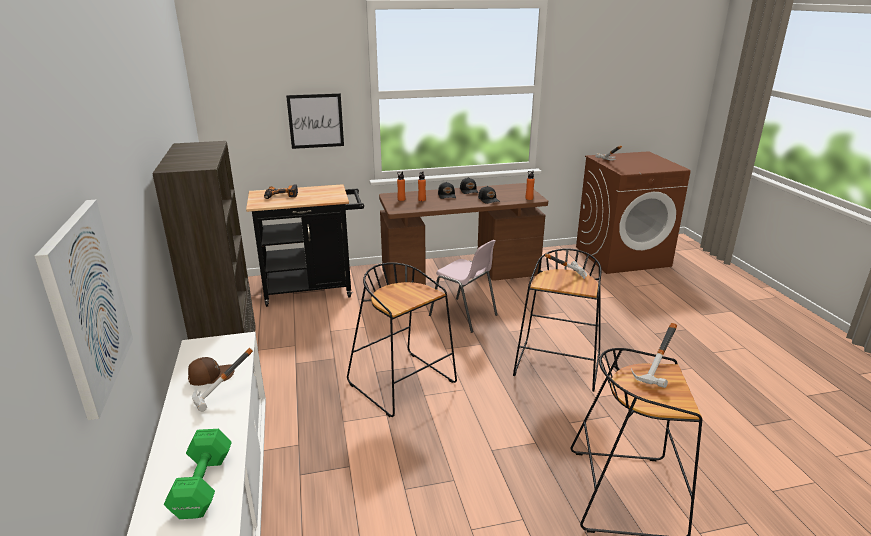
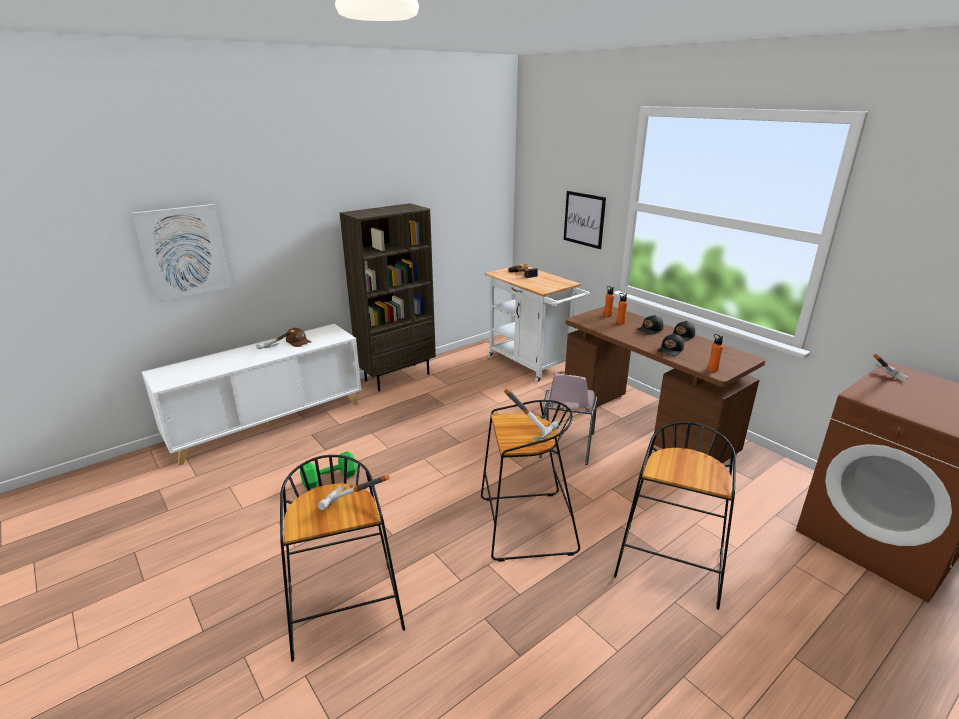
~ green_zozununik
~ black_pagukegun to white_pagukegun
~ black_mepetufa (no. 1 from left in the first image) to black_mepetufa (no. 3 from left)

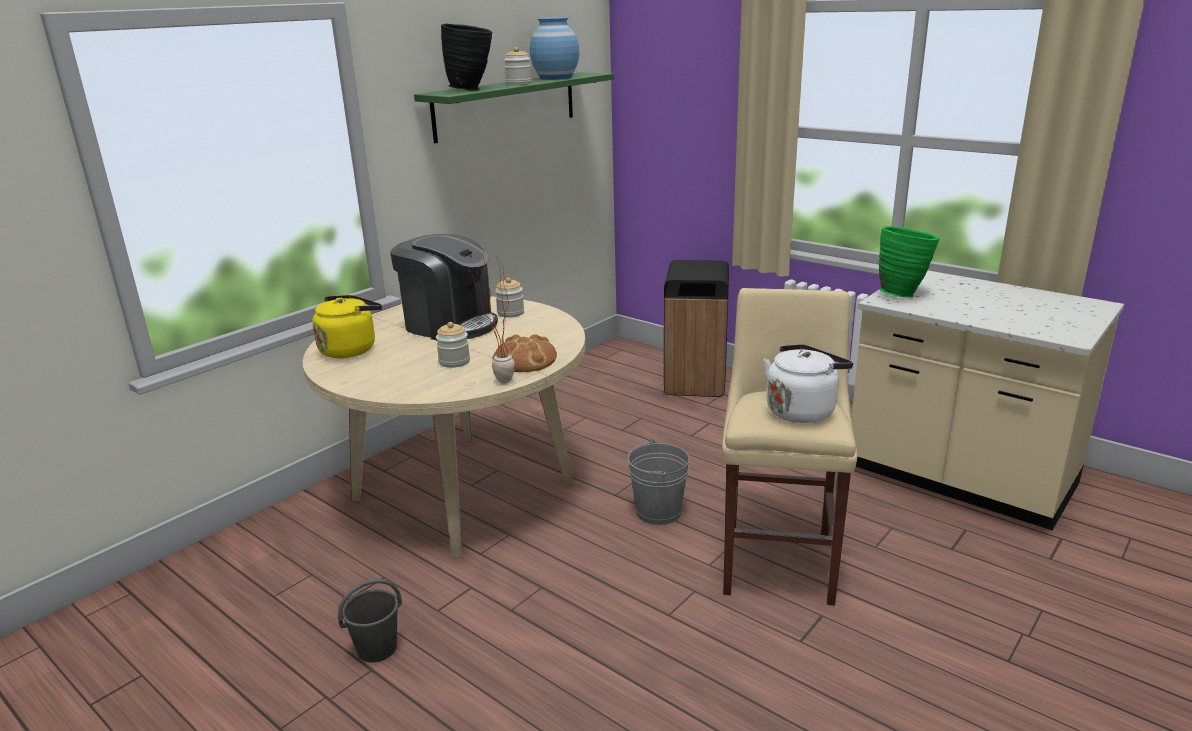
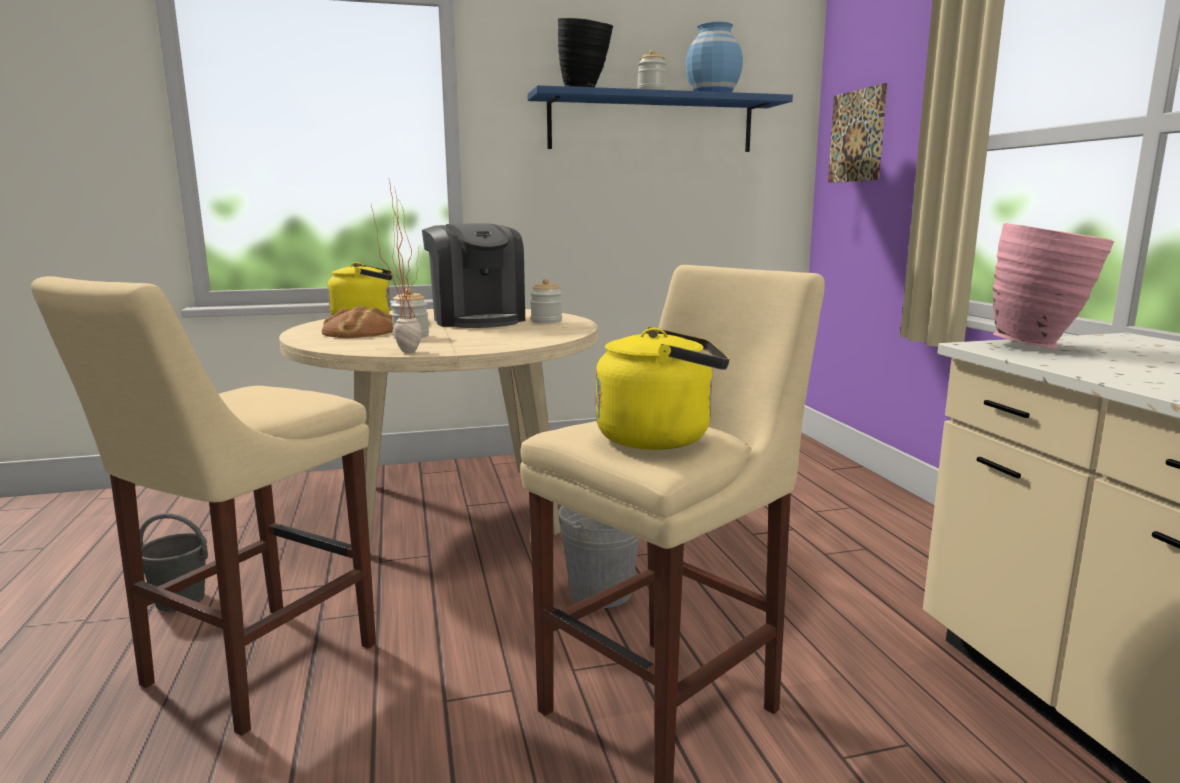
~ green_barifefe to blue_barifefe
~ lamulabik
- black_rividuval
~ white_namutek to yellow_namutek (no. 2 from left)
~ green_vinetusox to pink_vinetusox
+ beige_mepetufa (no. 1 from left)
+ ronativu

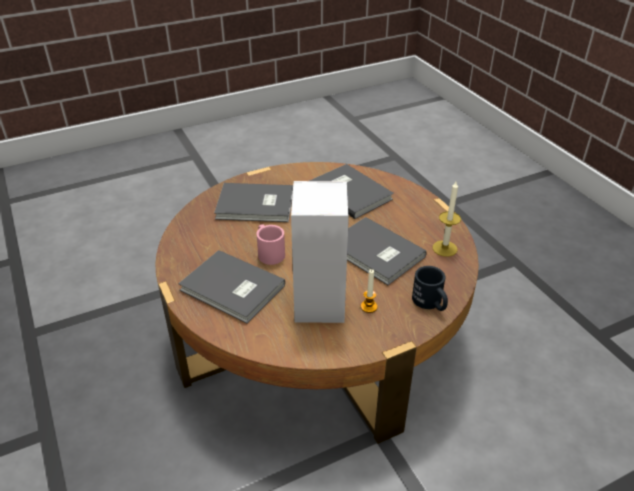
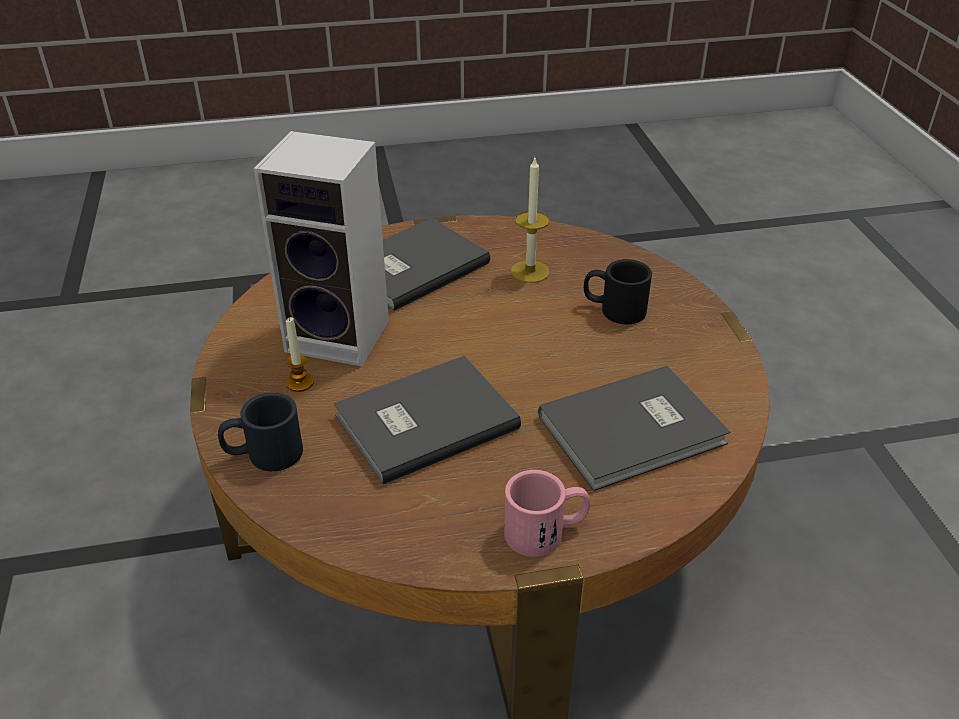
~ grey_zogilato (no. 2 from left) to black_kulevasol (no. 2 from left)
~ pink_kulevasol
~ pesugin (no. 2 from left)

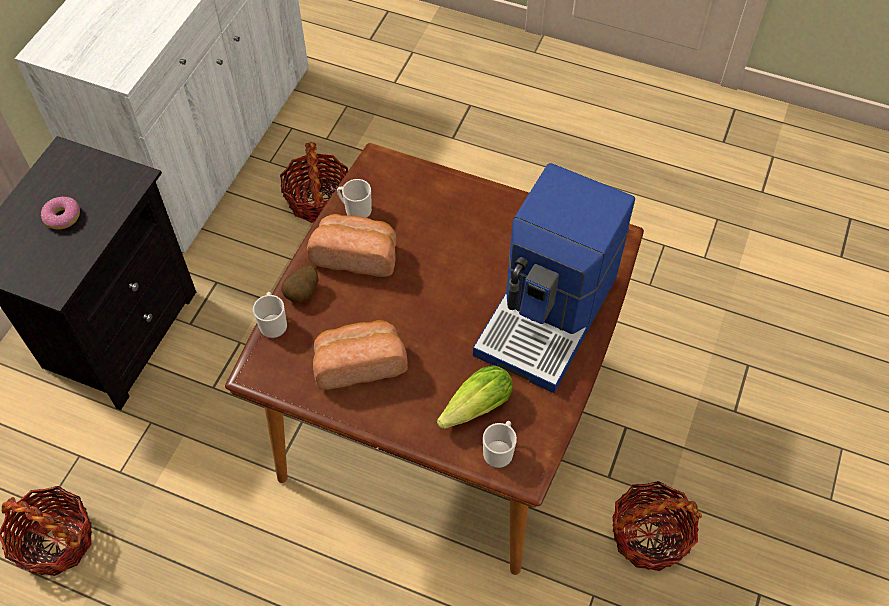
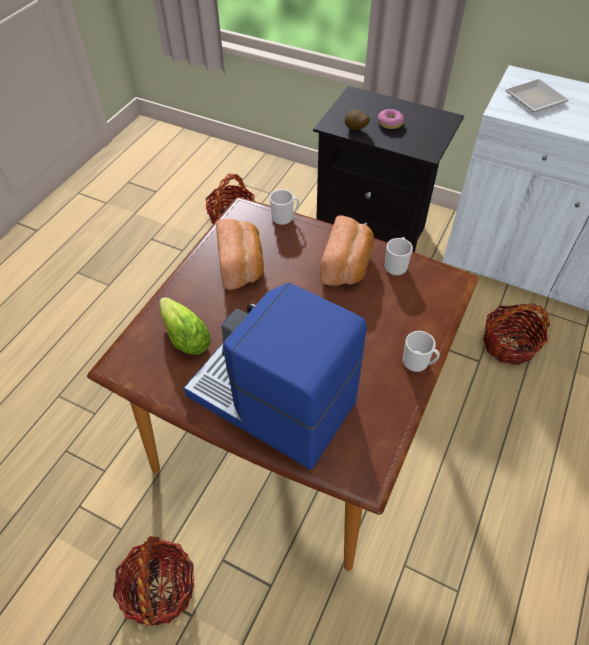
~ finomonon
~ kulevasol (no. 3 from left)
+ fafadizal

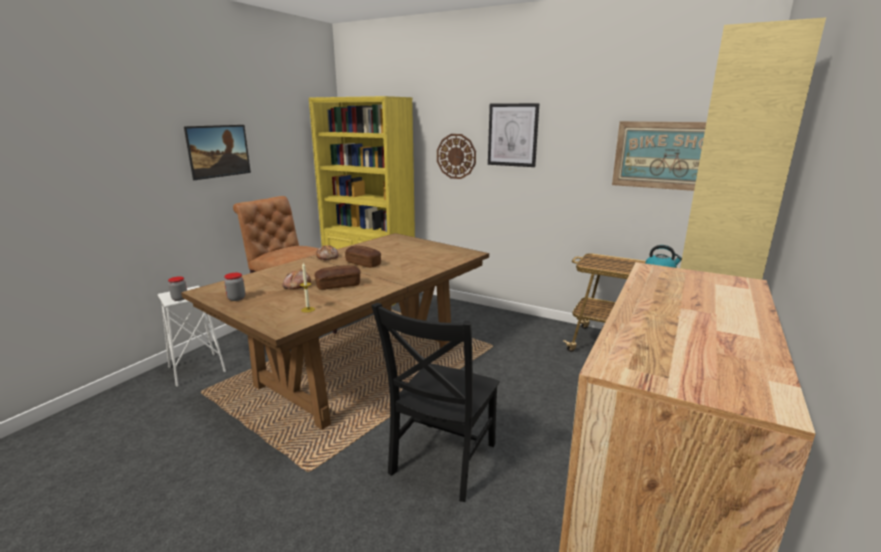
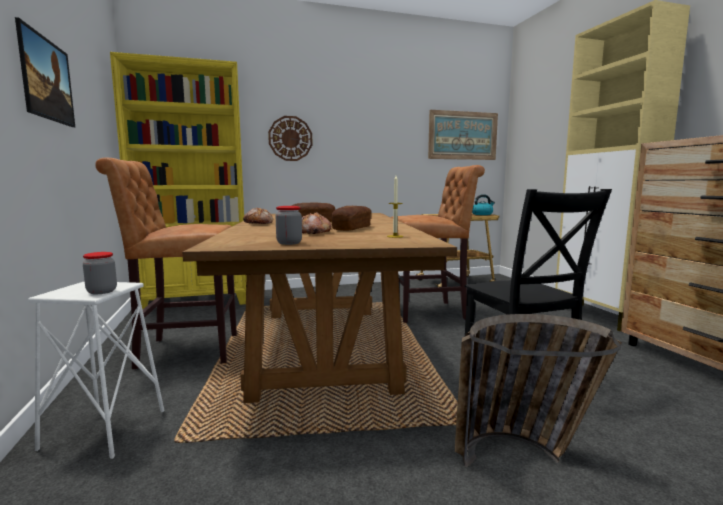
- ronativu (no. 2 from left)
+ brown_mepetufa (no. 2 from left)
+ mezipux

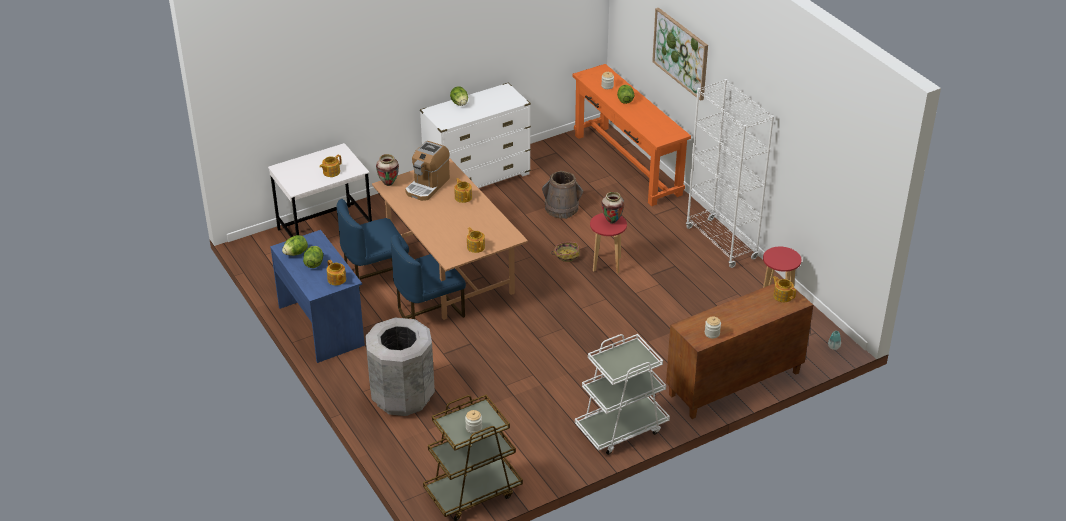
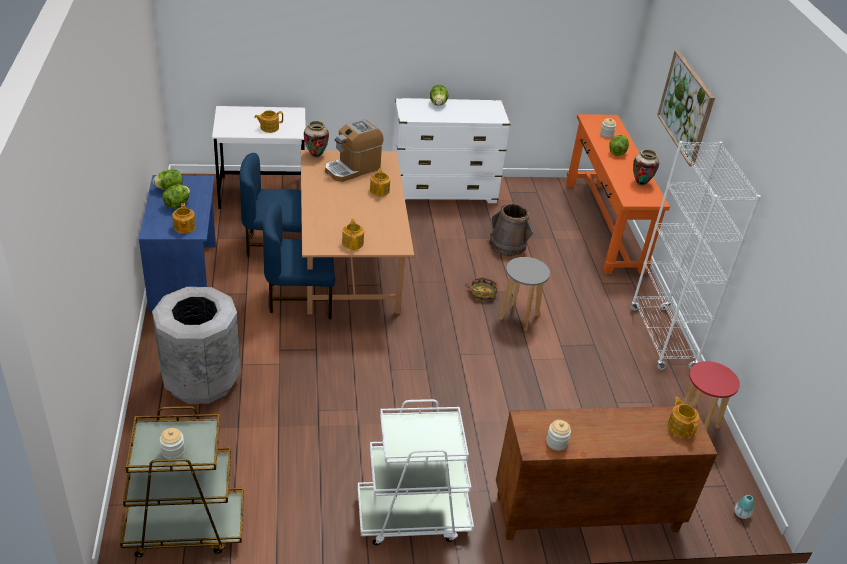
~ red_mepetufa (no. 1 from left) to grey_mepetufa
~ vinetusox (no. 2 from left)

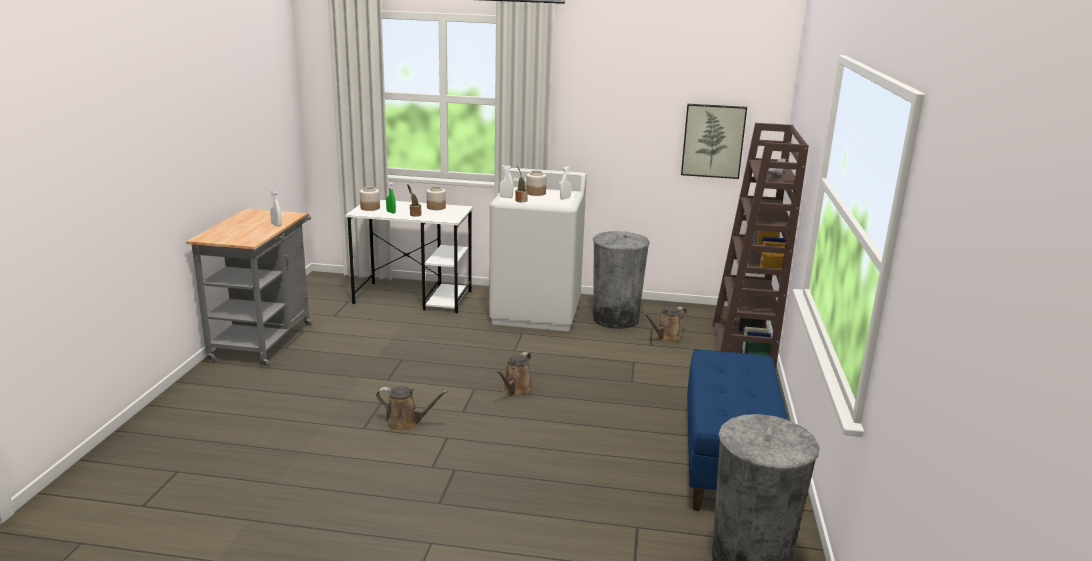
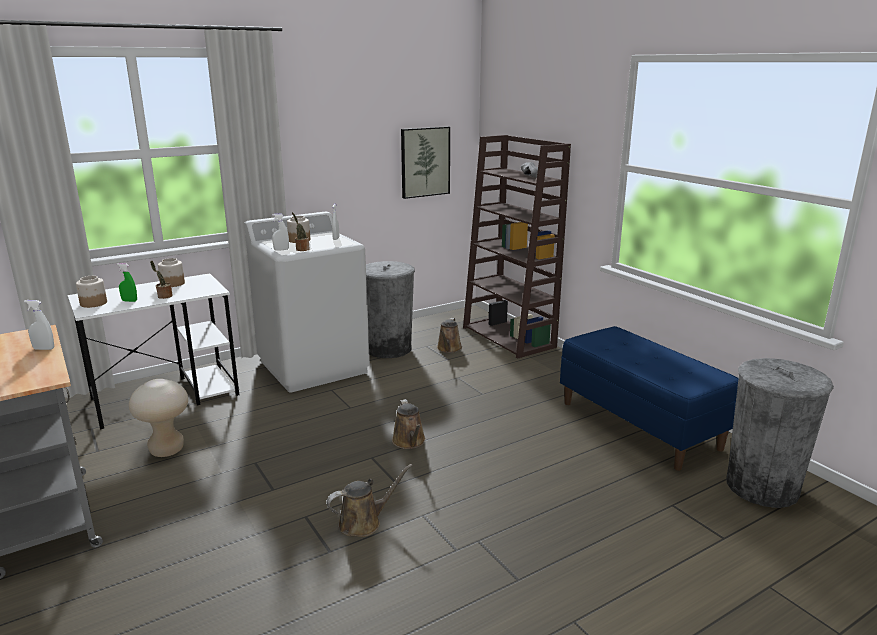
+ beige_mepetufa

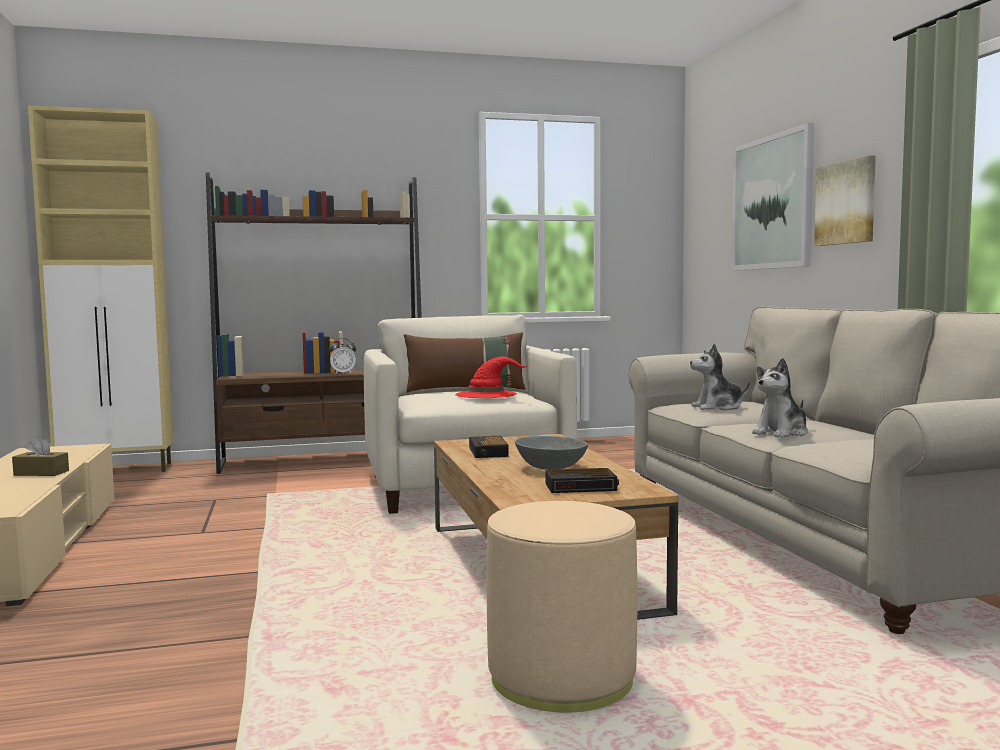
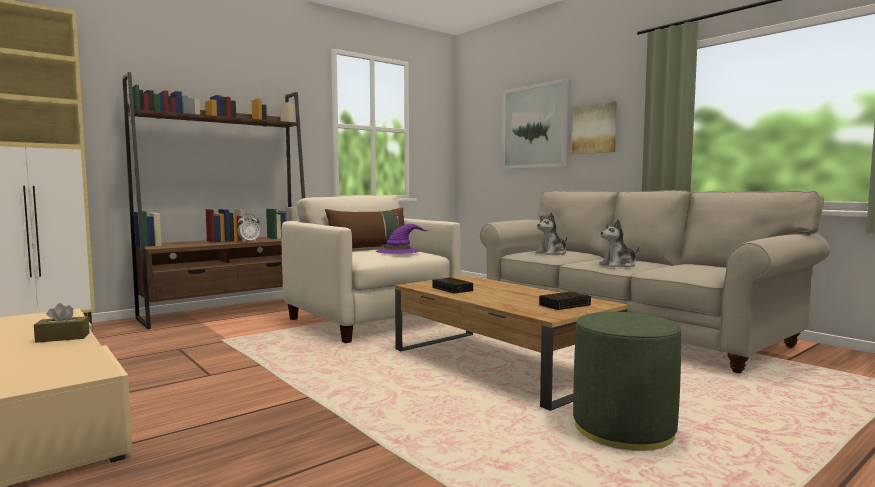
~ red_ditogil to purple_ditogil
~ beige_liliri to green_liliri
- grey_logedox
~ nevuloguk (no. 2 from left) 45 degrees clockwise

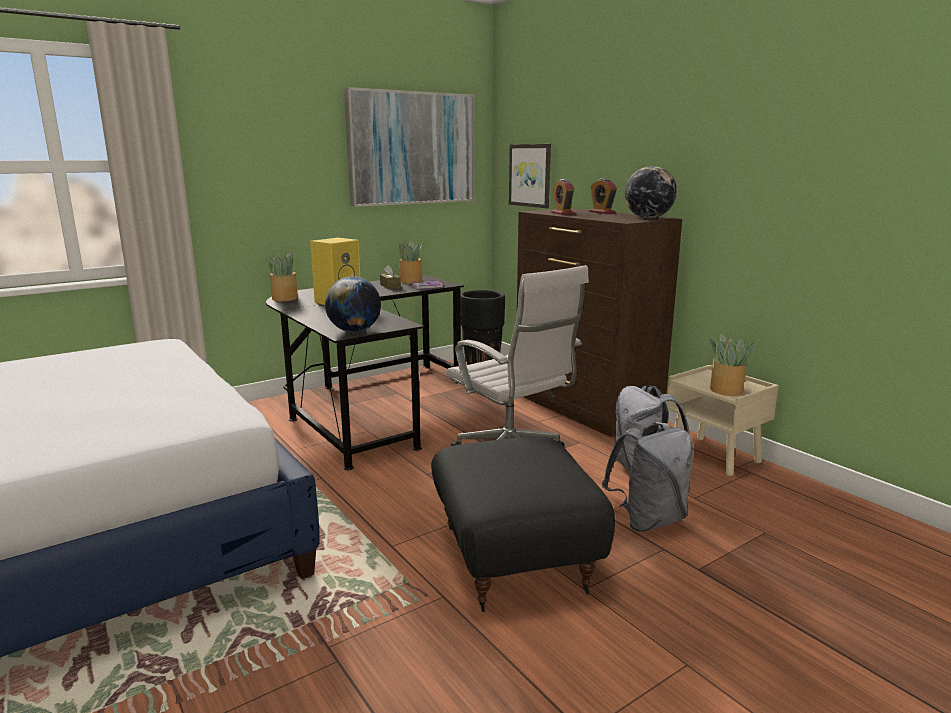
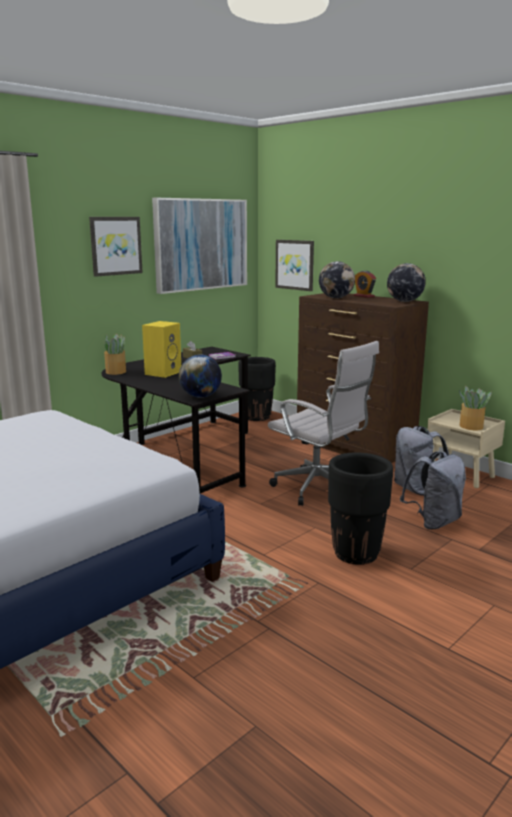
- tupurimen (no. 2 from left)
~ black_liliri to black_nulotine (no. 2 from left)
~ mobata (no. 1 from left) to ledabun (no. 2 from left)
+ ronativu (no. 1 from left)

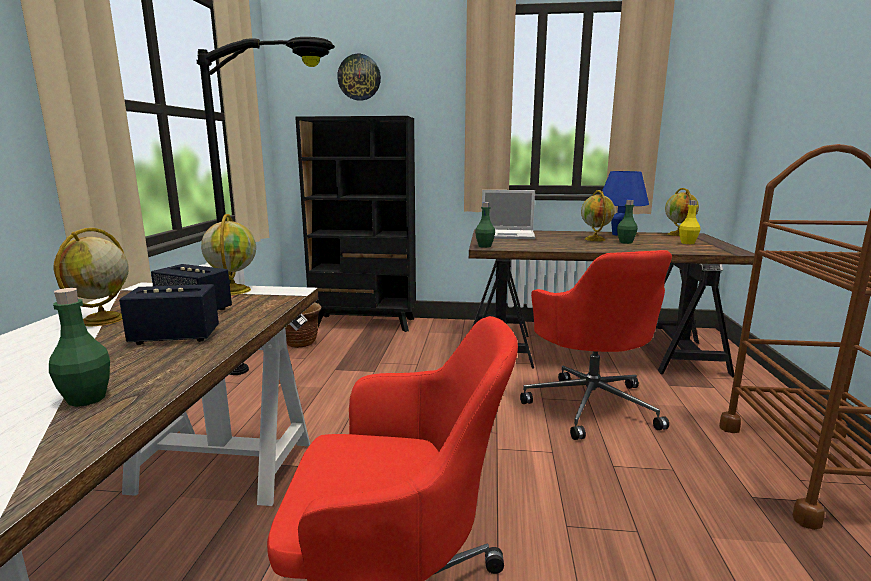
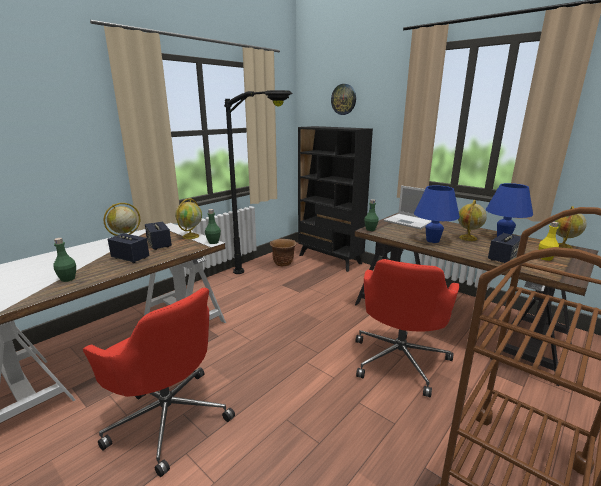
~ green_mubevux (no. 3 from left in the first image) to green_mubevux (no. 2 from left)
+ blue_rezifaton (no. 1 from left)
+ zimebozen (no. 3 from left)

